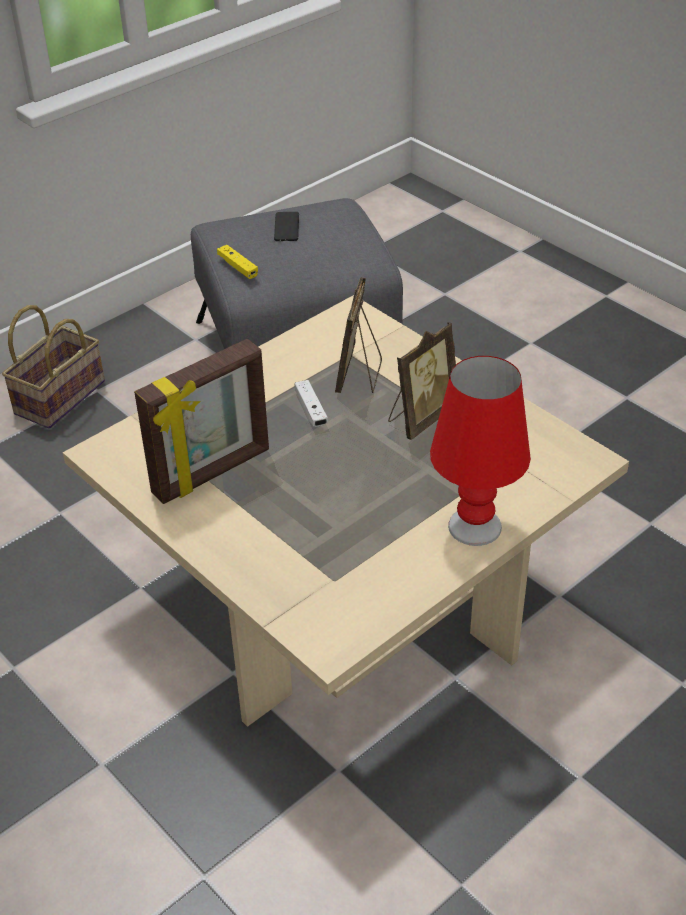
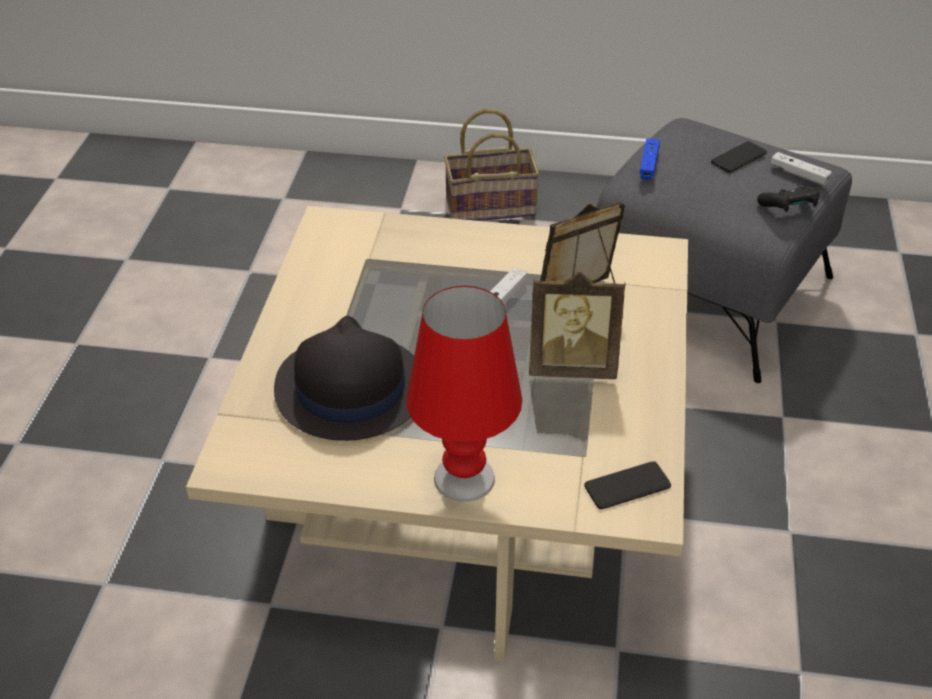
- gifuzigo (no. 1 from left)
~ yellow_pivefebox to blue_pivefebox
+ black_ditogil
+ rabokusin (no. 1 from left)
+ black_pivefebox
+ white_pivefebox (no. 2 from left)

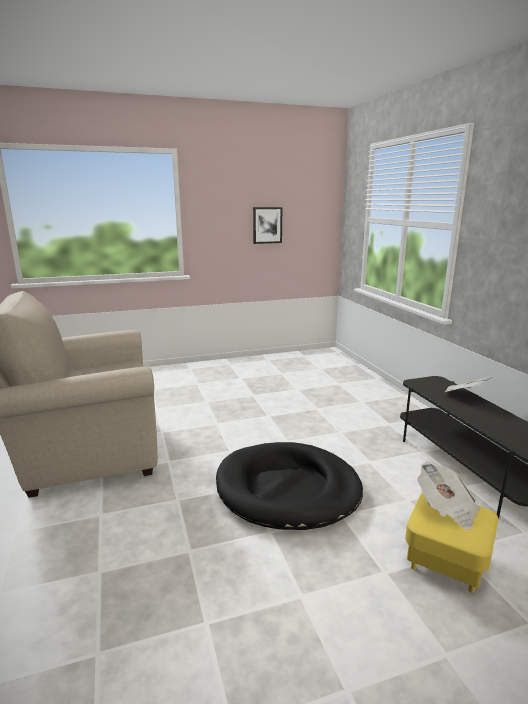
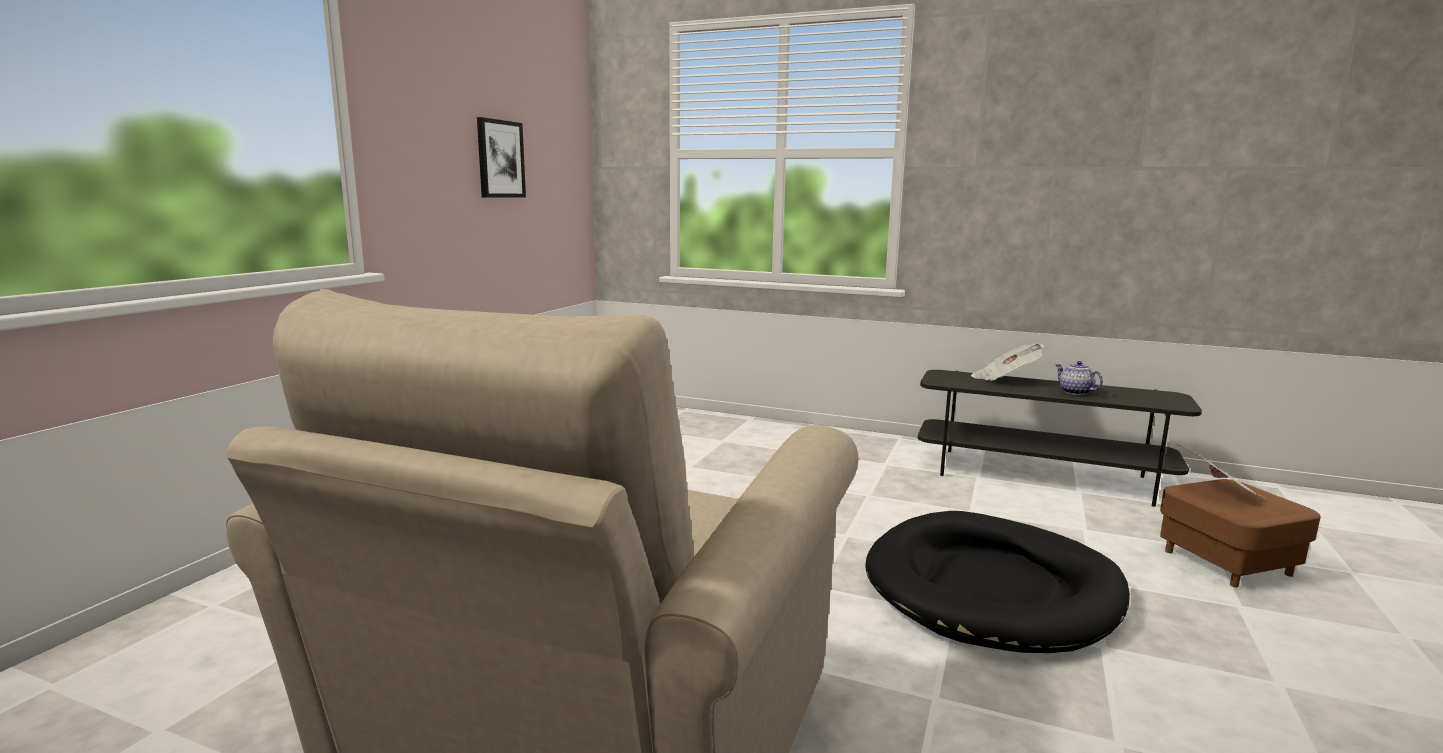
~ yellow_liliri to brown_liliri
+ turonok

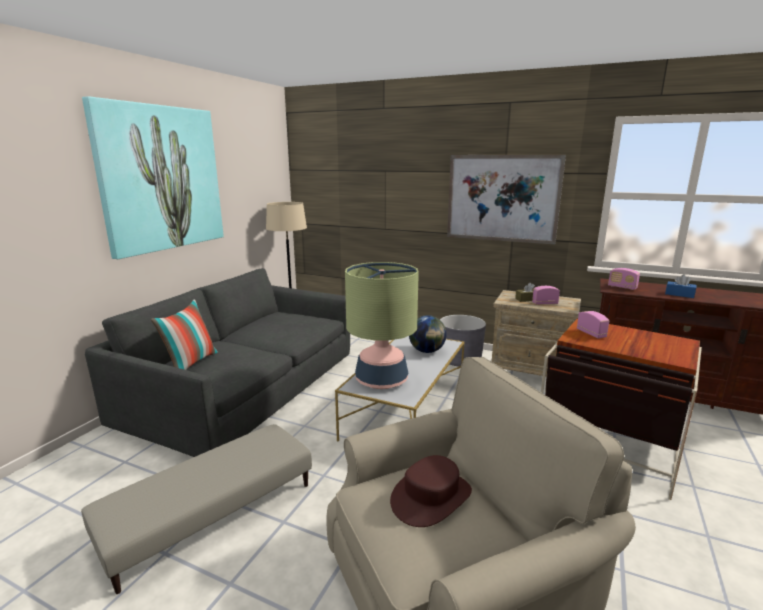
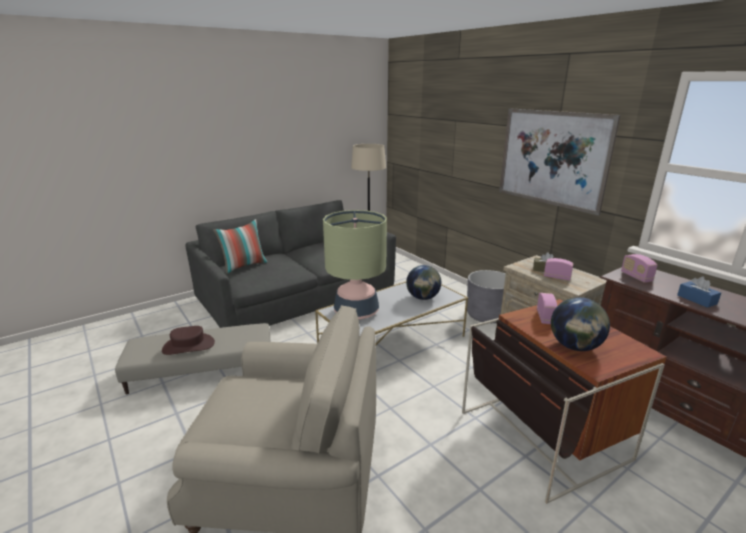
- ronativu (no. 1 from left)
~ brown_ditogil
+ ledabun (no. 2 from left)

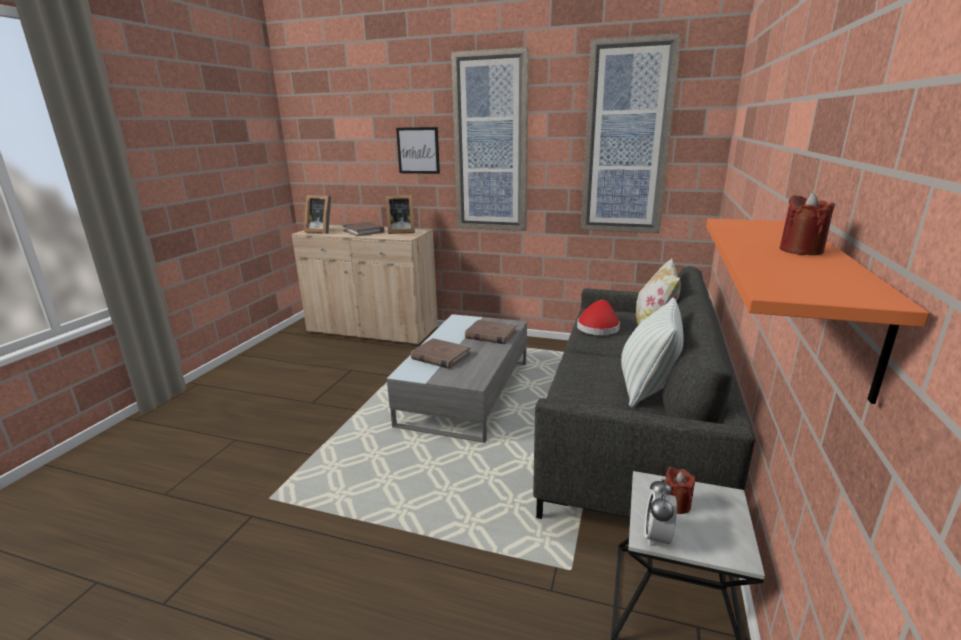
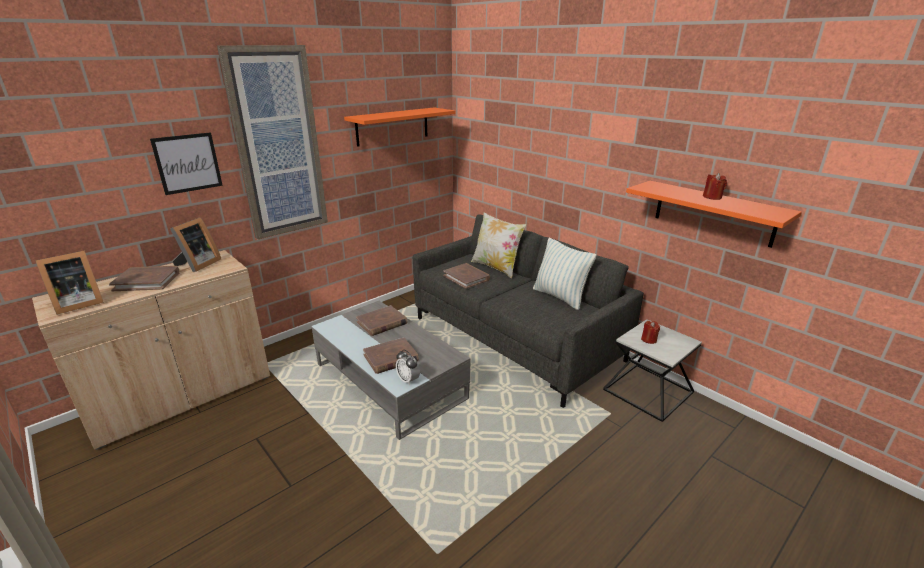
~ red_ditogil to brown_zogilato (no. 4 from left)
~ ronativu (no. 3 from left) to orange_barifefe (no. 1 from left)
~ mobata

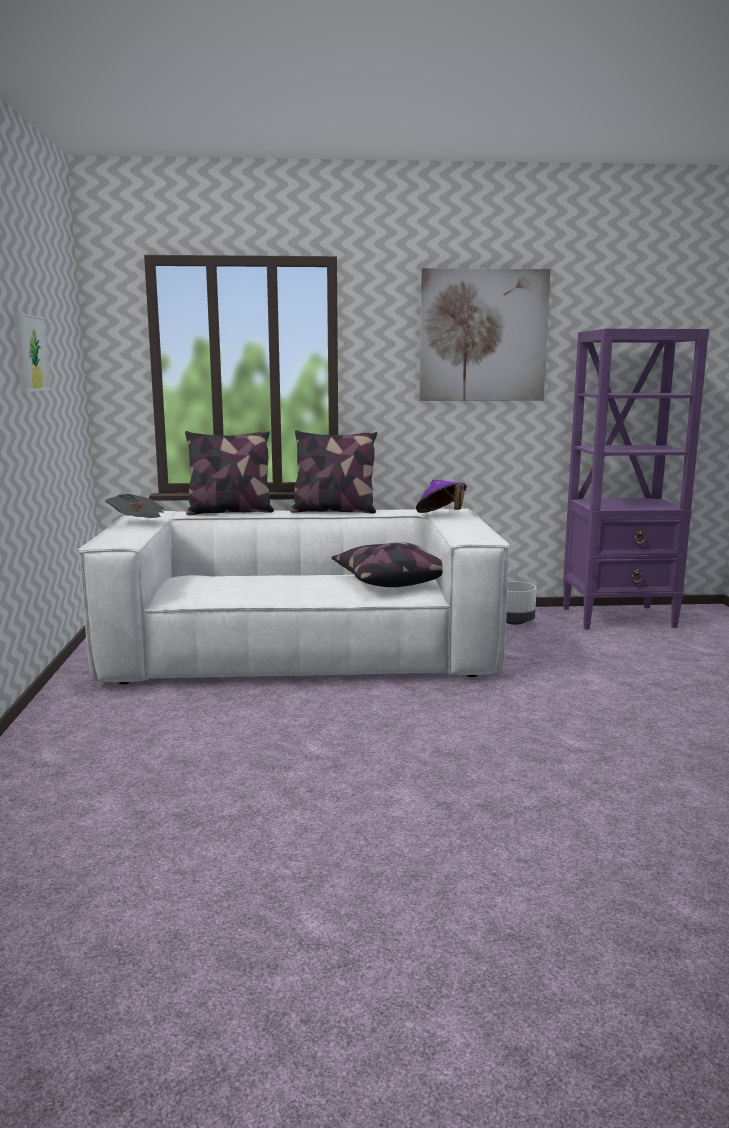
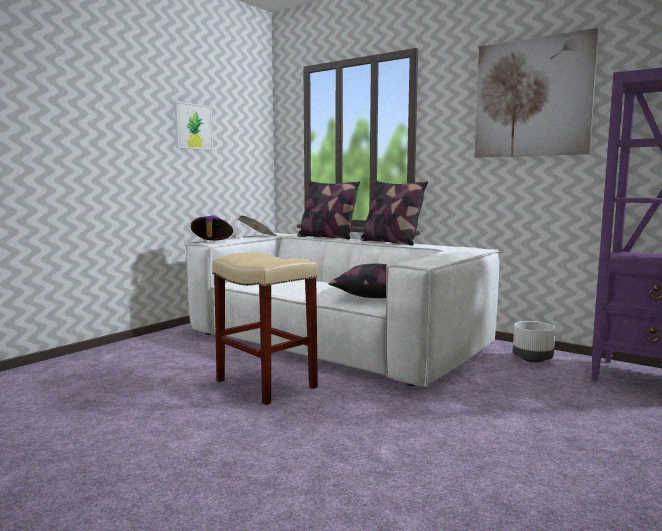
~ purple_ditogil
+ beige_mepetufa

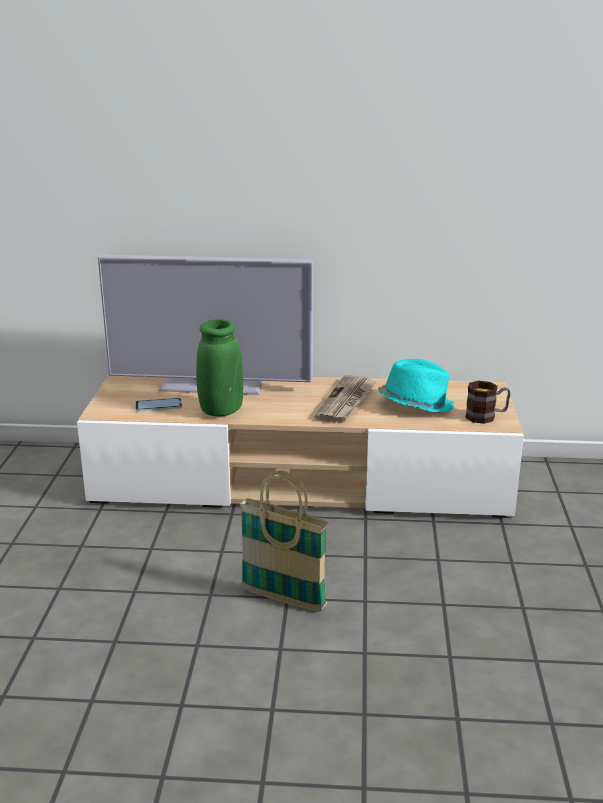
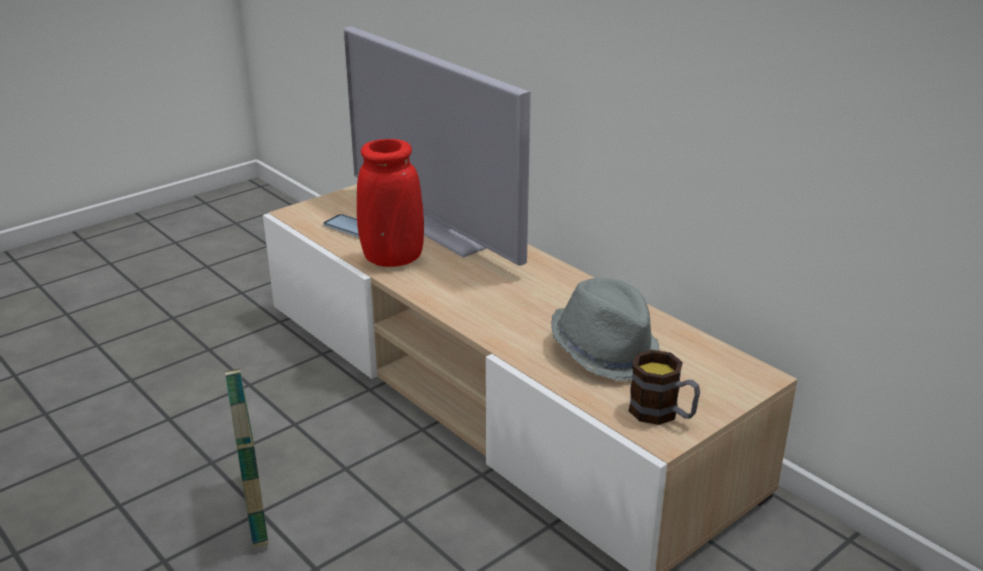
~ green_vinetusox to red_vinetusox
- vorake
~ turquoise_ditogil to grey_ditogil

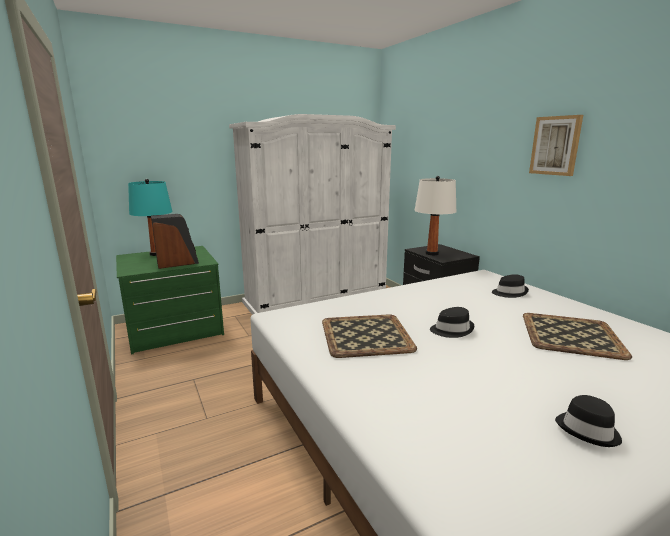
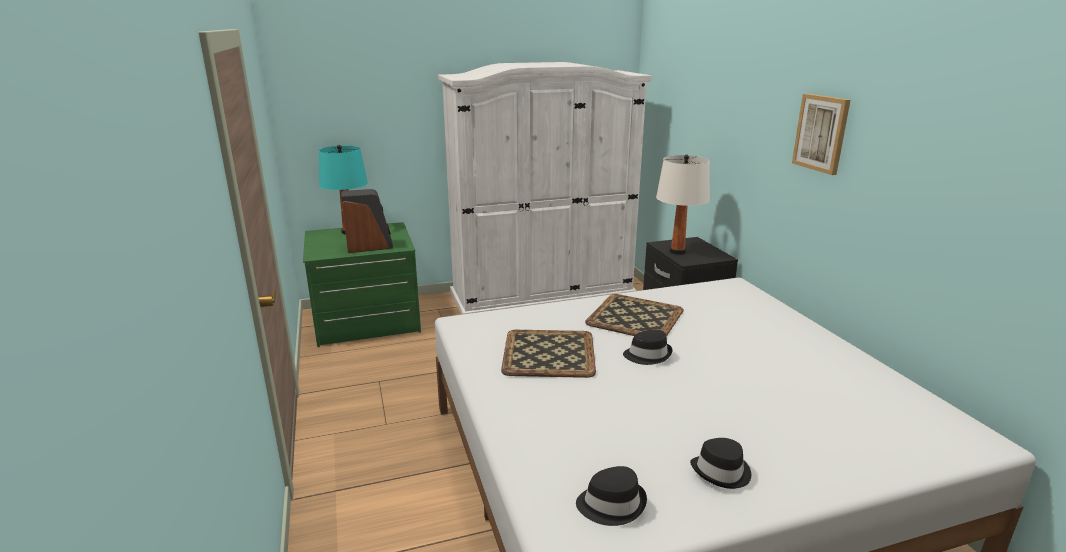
~ black_ditogil (no. 2 from left in the first image) to black_ditogil (no. 1 from left)
~ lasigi (no. 2 from left)

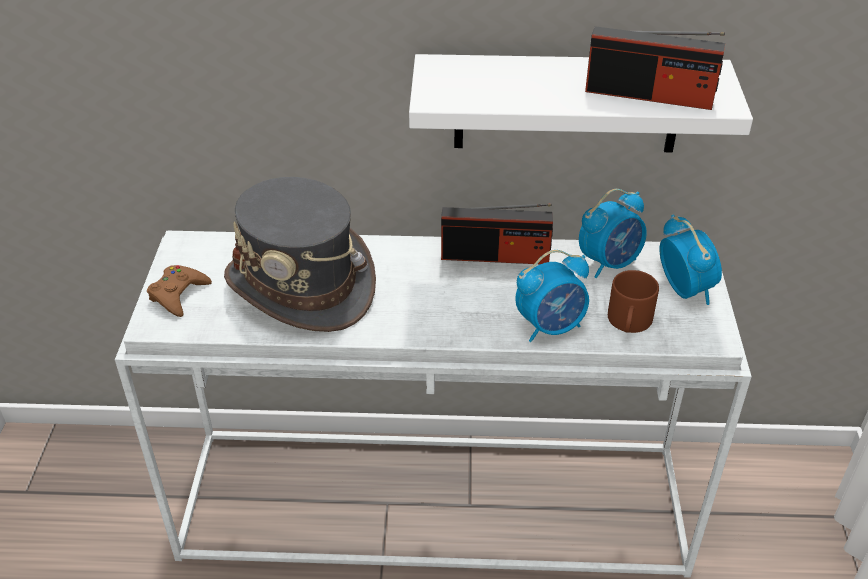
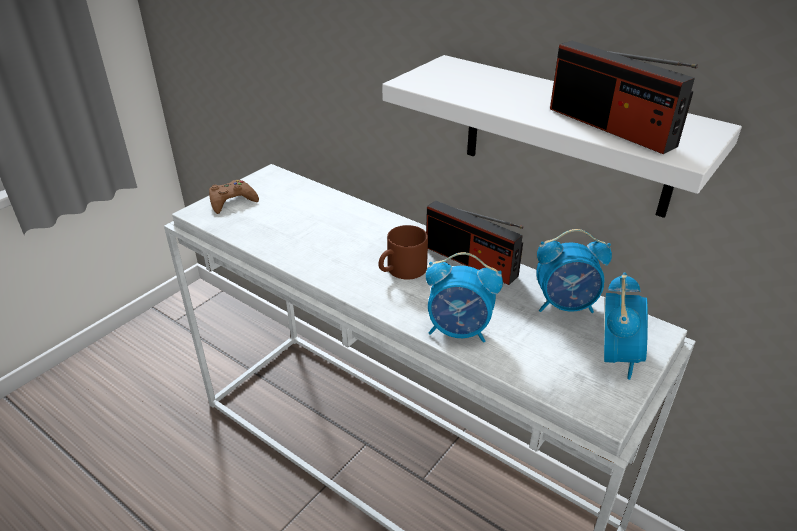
- grey_ditogil
~ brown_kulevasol

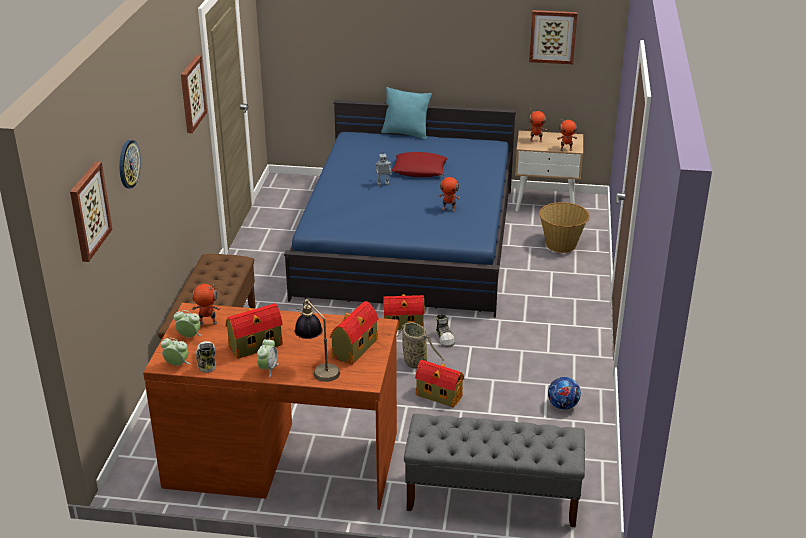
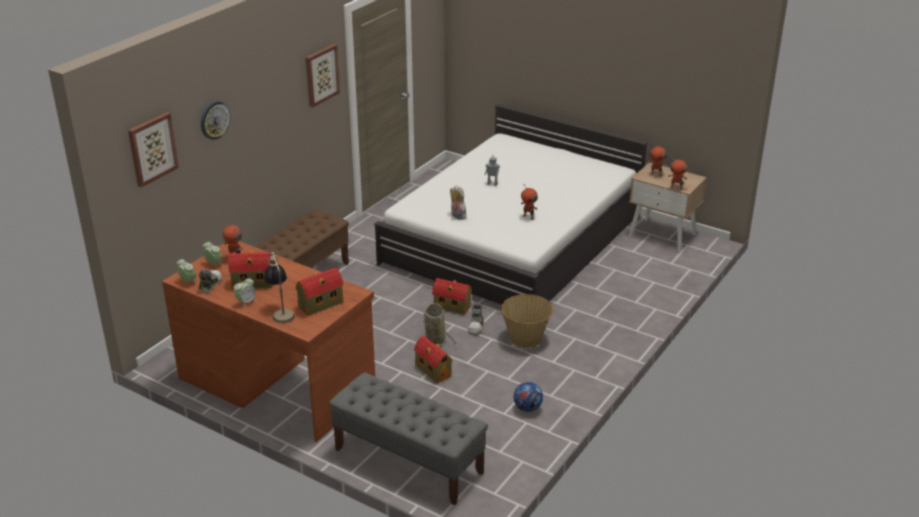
~ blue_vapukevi to white_vapukevi
- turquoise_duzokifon
- red_duzokifon
- ronativu (no. 3 from left)
~ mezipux (no. 2 from left)
+ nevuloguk

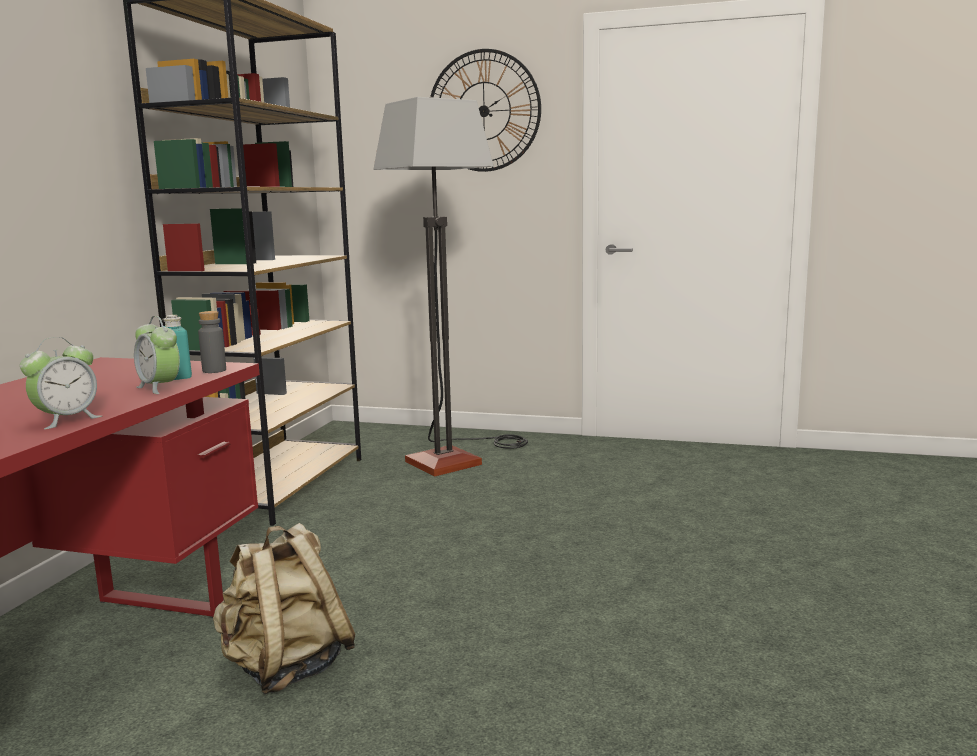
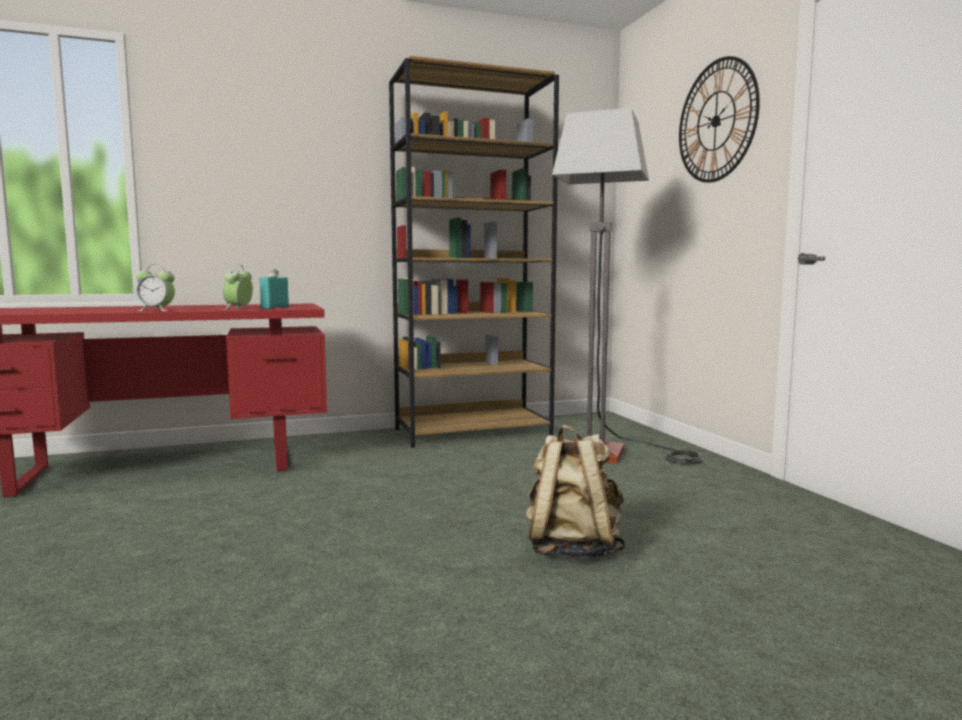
- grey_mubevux
~ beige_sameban

